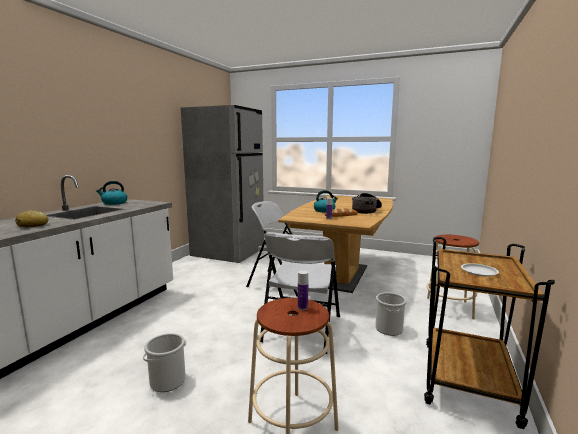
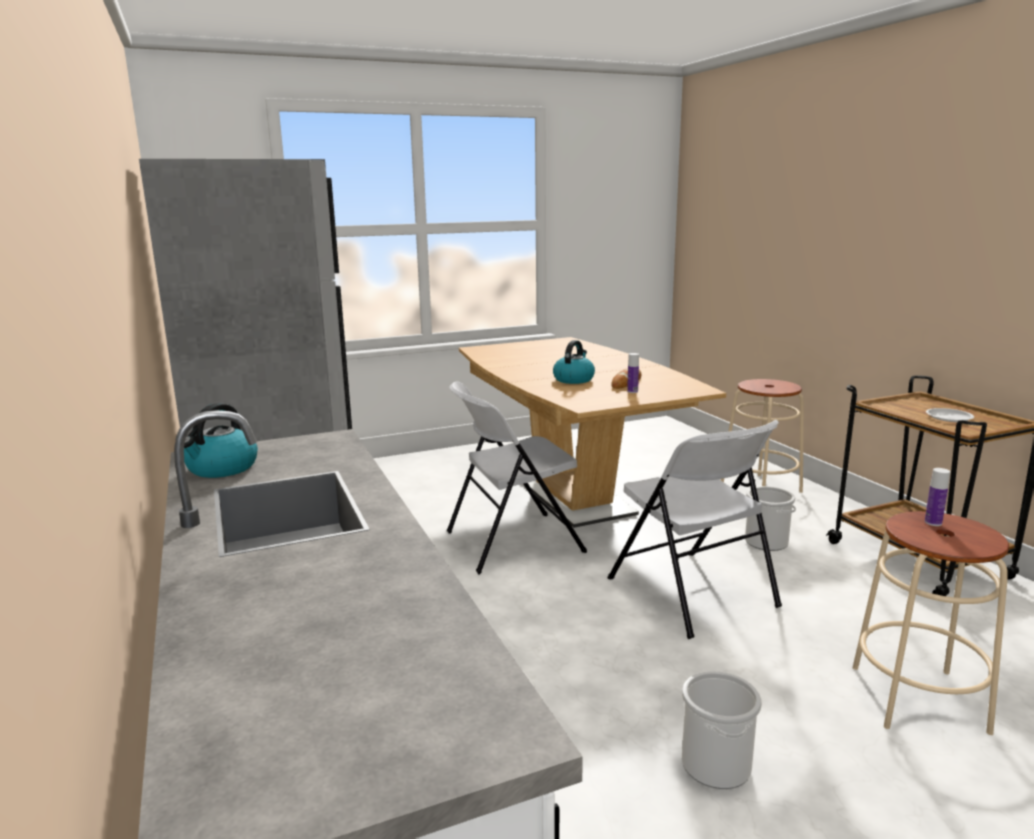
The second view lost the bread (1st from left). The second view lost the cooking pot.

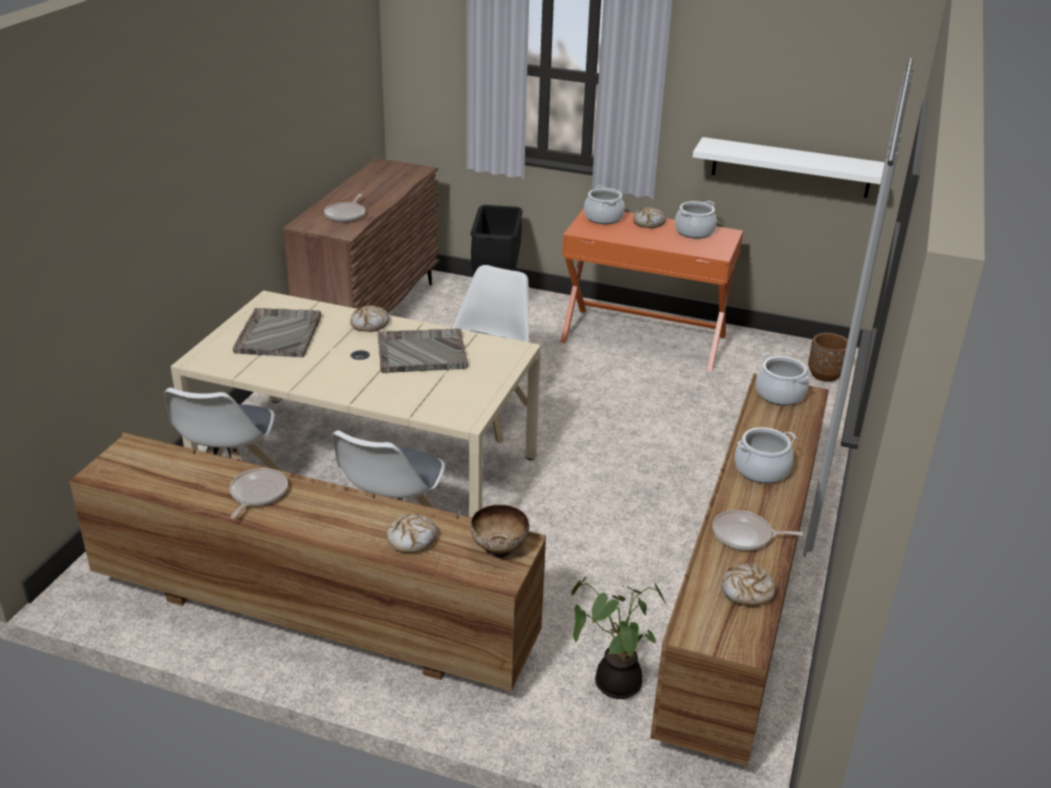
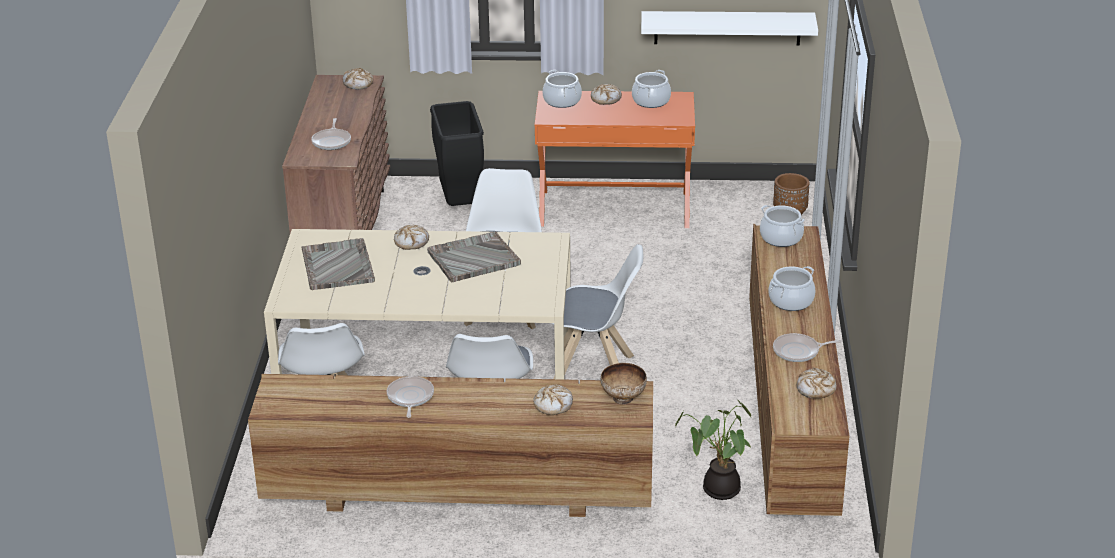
The second view gained the bread (1st from left). The second view gained the chair (4th from left).

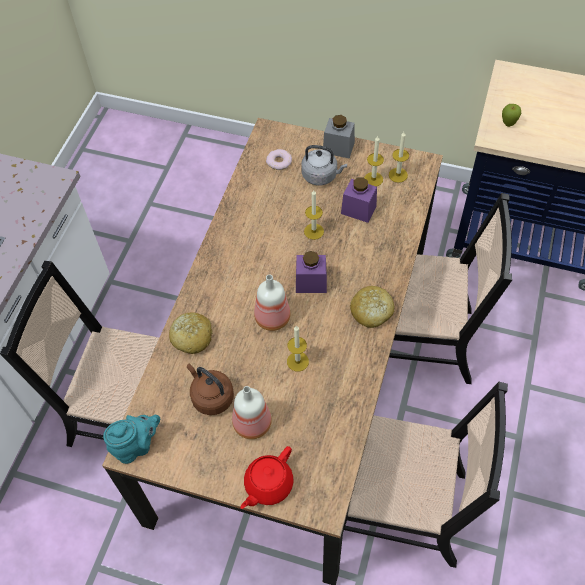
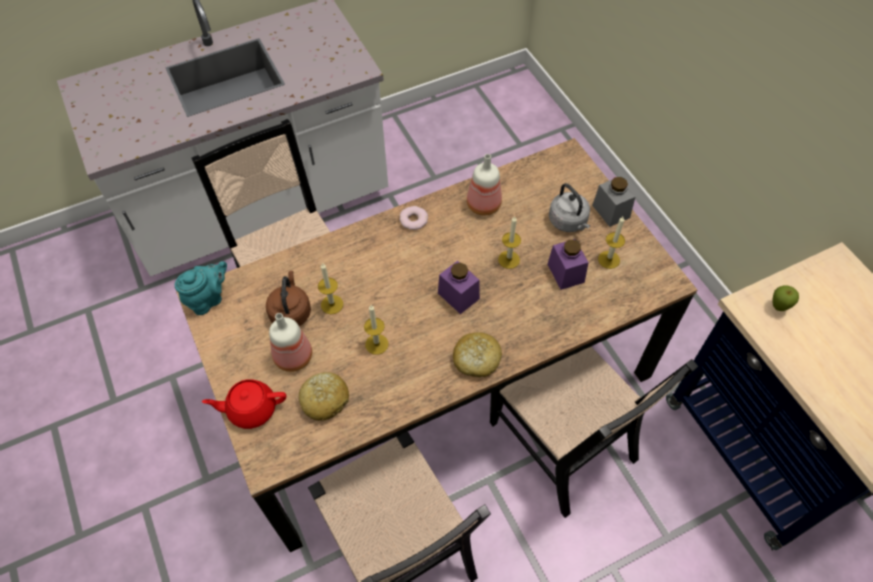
The turquoise teapot ended up facing another way, 60 degrees counterclockwise from before. The bread (1st from left) ended up elsewhere. The candle (4th from left in the first image) ended up elsewhere. The donut ended up elsewhere. The bottle (2nd from left) ended up elsewhere.

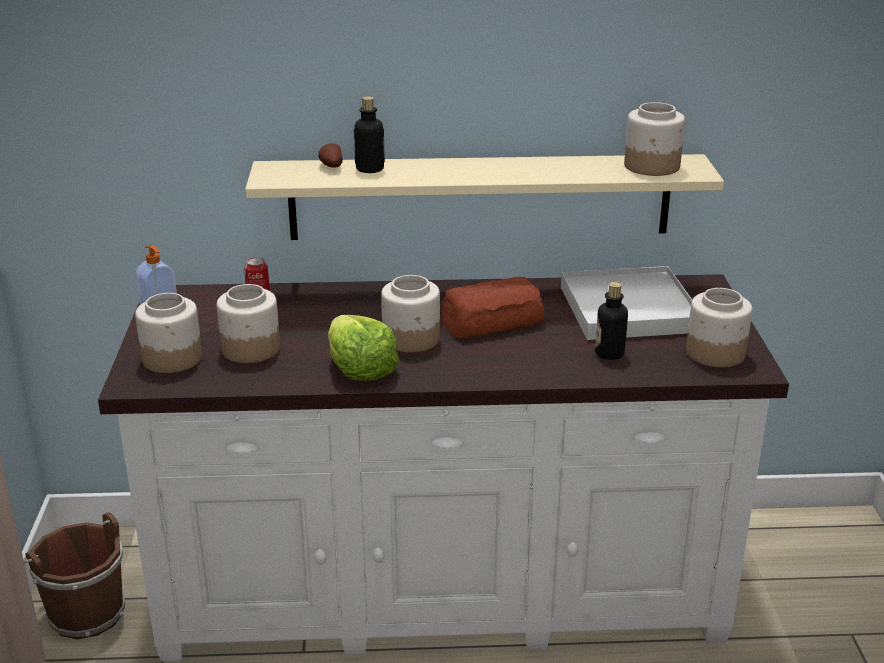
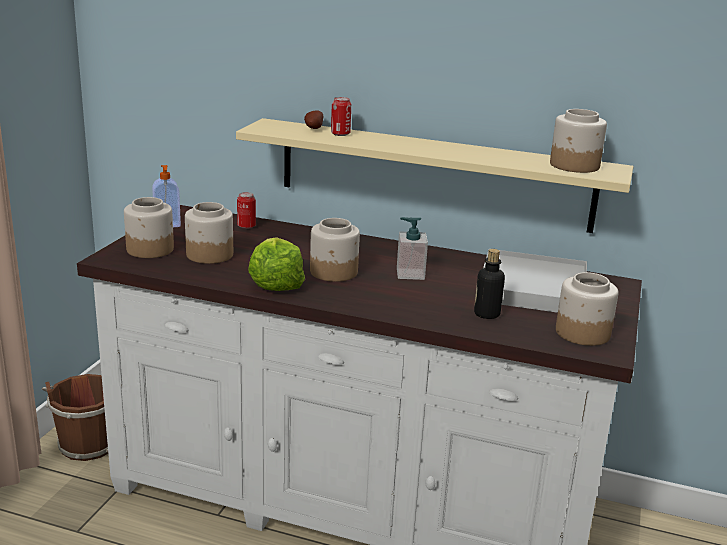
Where the bottle (1st from left) stood, the can (2nd from left) came to stand. Where the bread stood, the soap dispenser (2nd from left) came to stand.

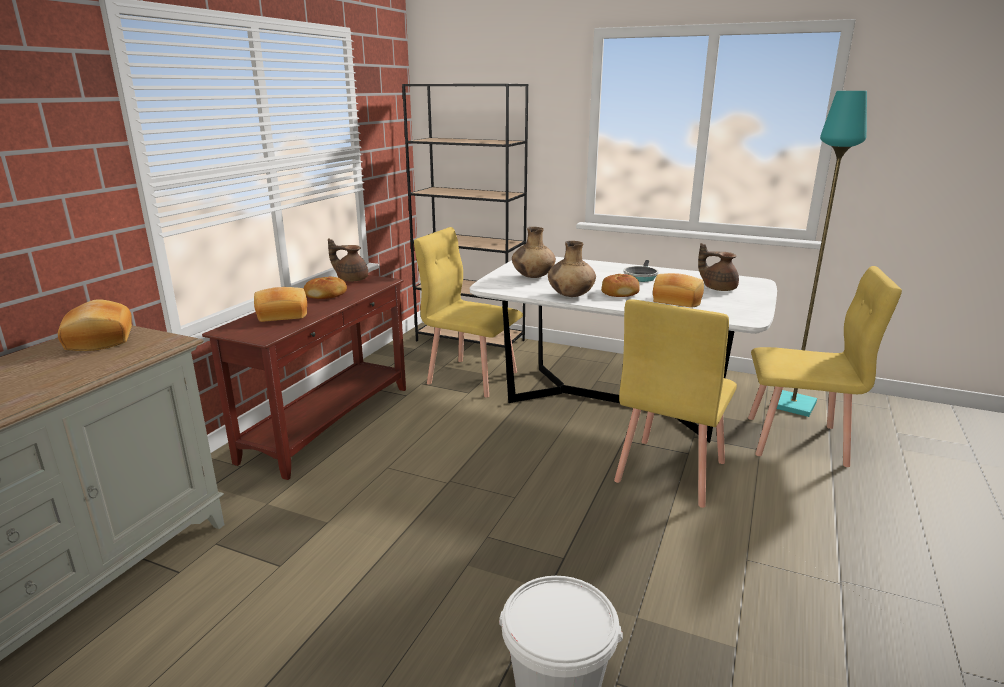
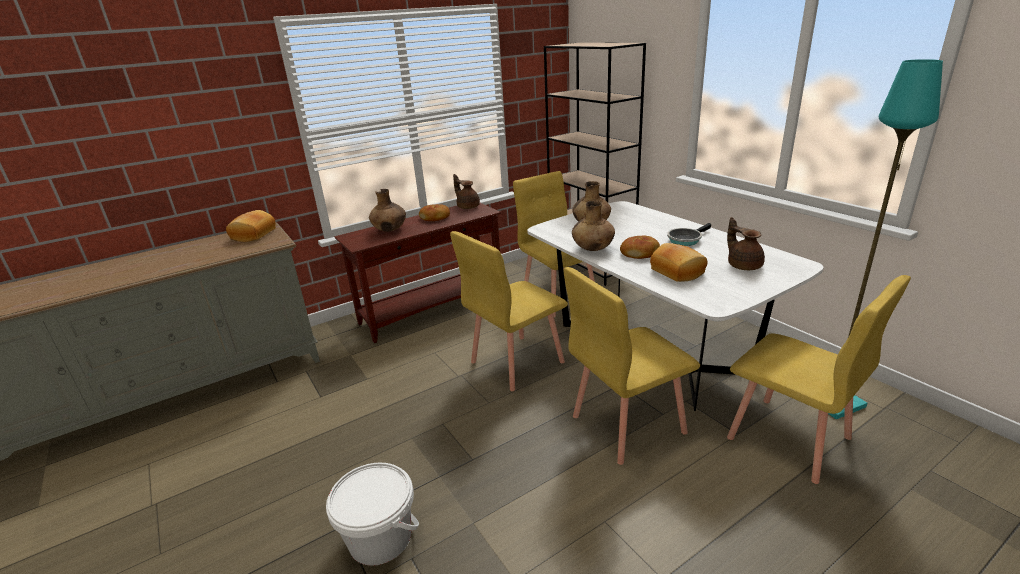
Where the bread (2nd from left) stood, the brown vase (1st from left) came to stand. The second view gained the yellow chair (1st from left).

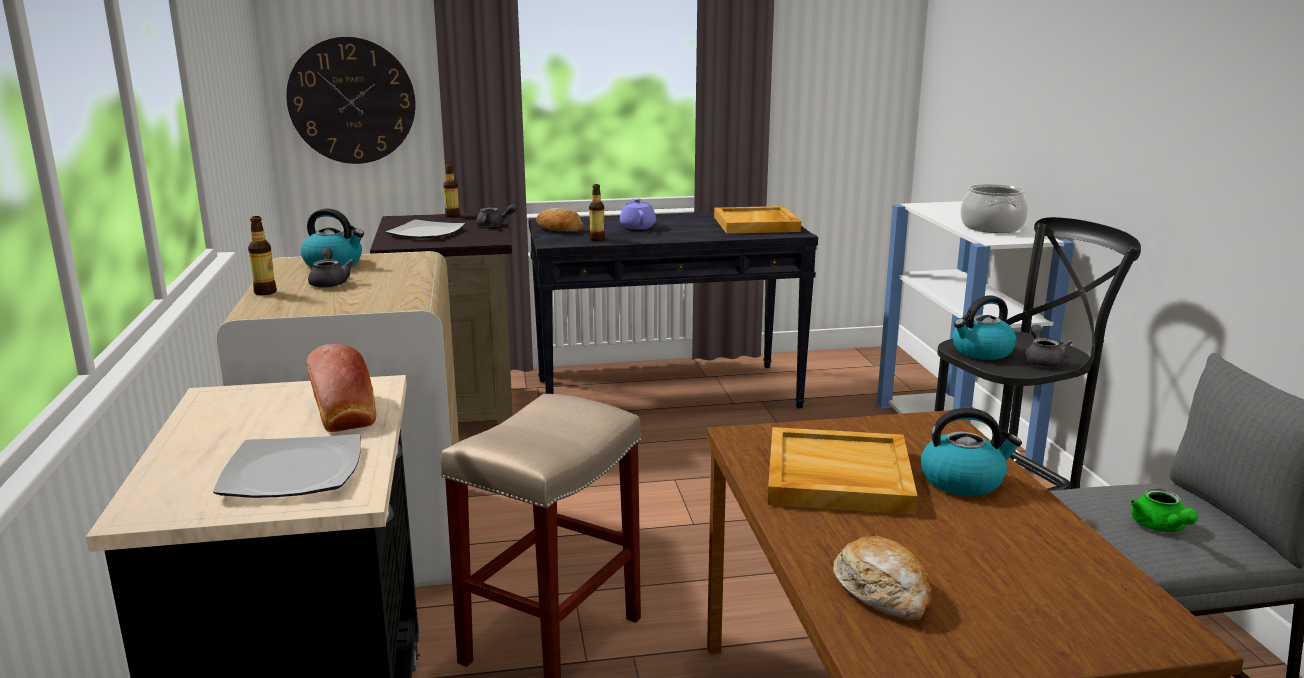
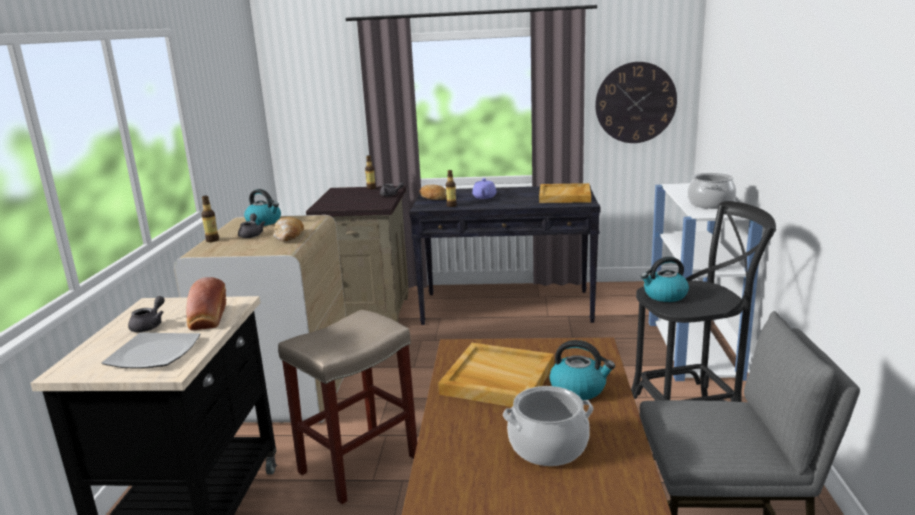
The grey teapot (3rd from left in the first image) ended up elsewhere. The bread (3rd from left in the first image) ended up elsewhere. The second view gained the cooking pot (1st from left). The wall clock ended up elsewhere. The second view lost the plate (2nd from left). The second view lost the green teapot.

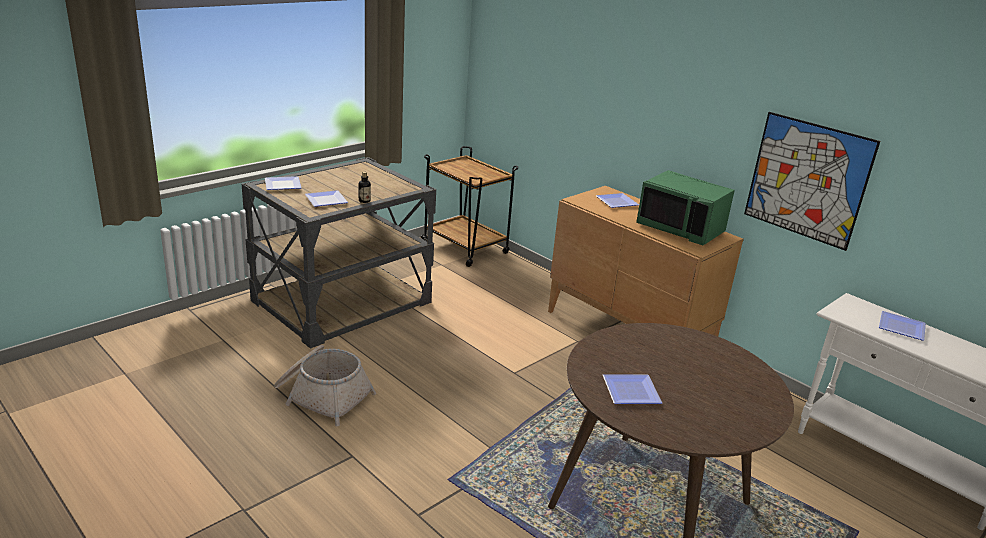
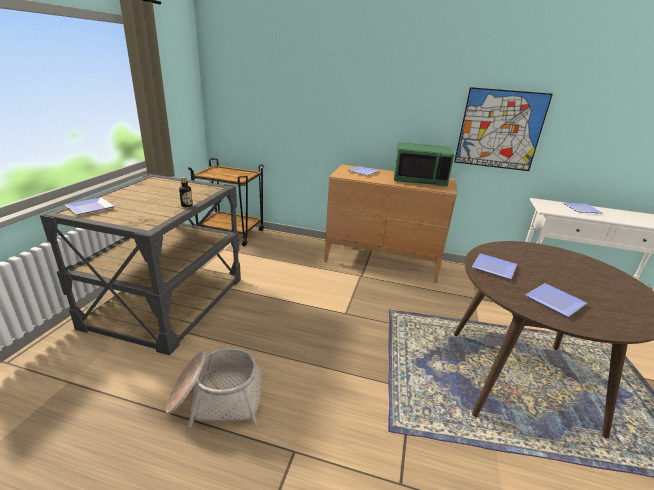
The plate (2nd from left in the first image) ended up elsewhere.

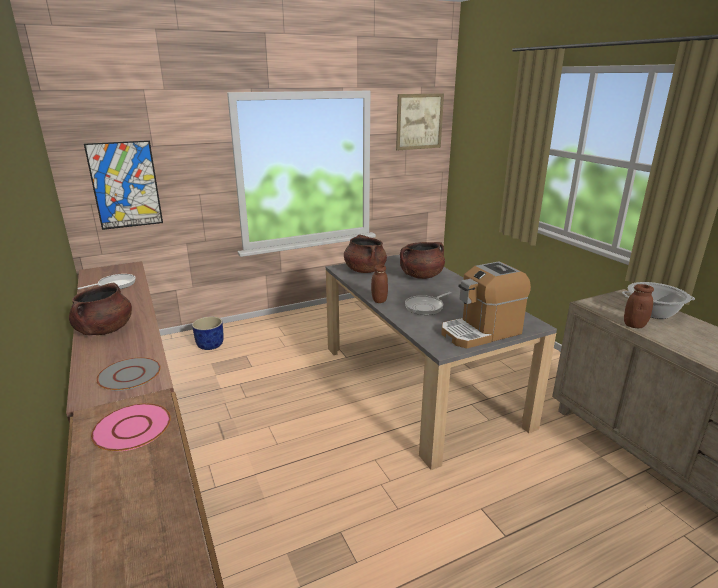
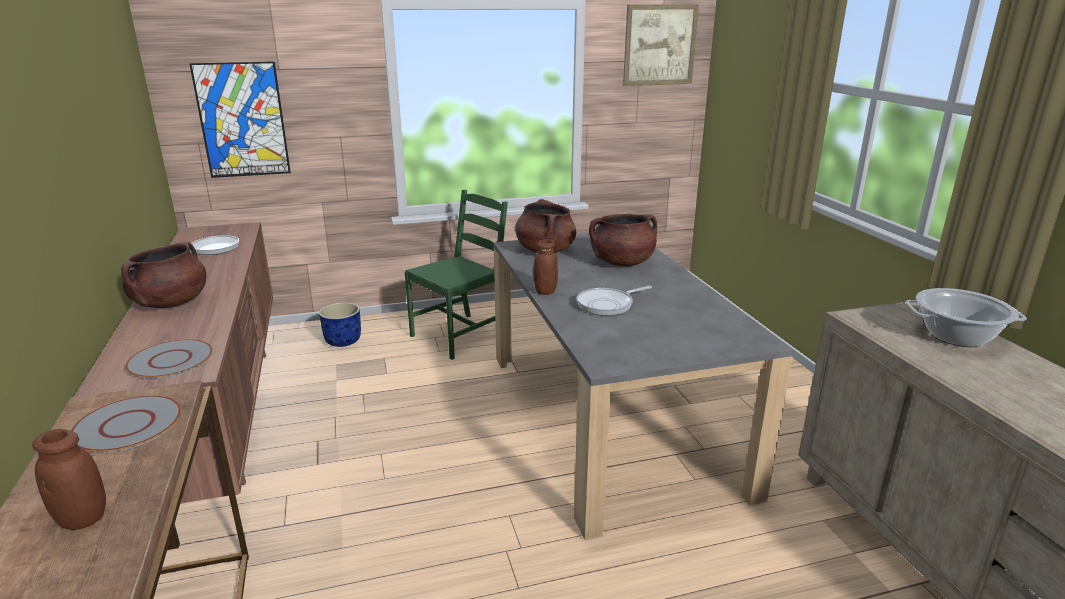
The brown jar (2nd from left in the first image) ended up elsewhere. What was the pink plate turned into the grey plate (1st from left). The second view gained the green chair. The second view lost the coffee machine.

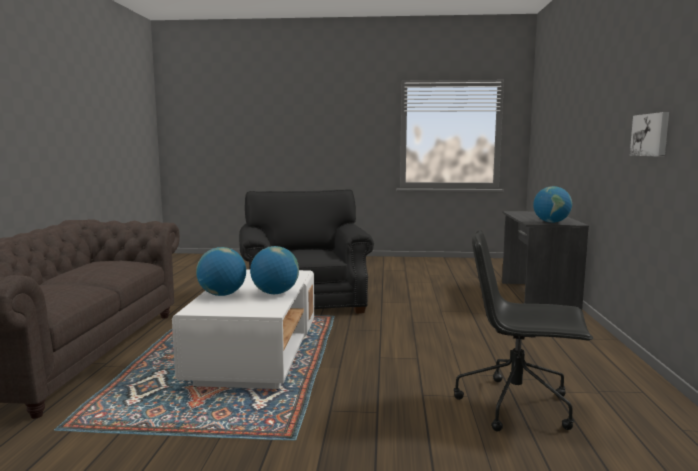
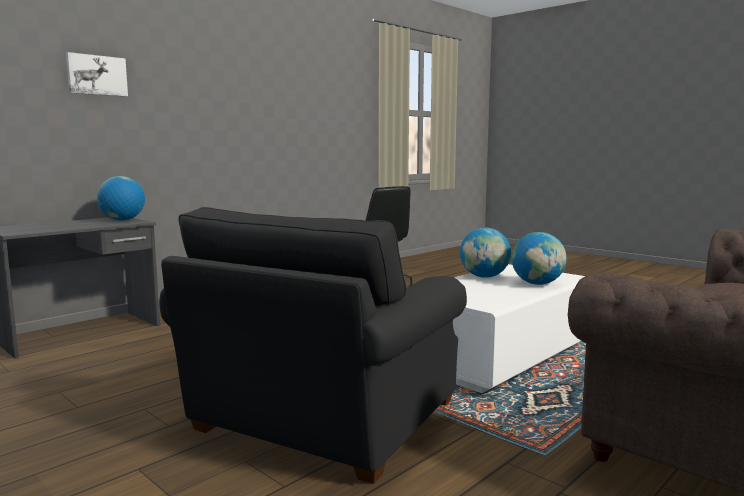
The picture ended up elsewhere.

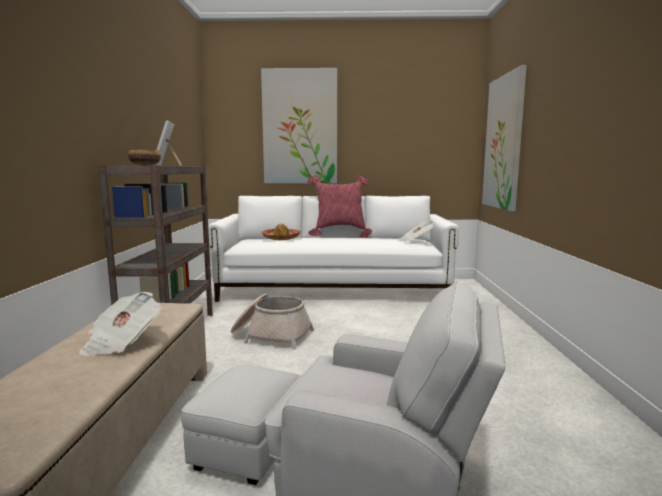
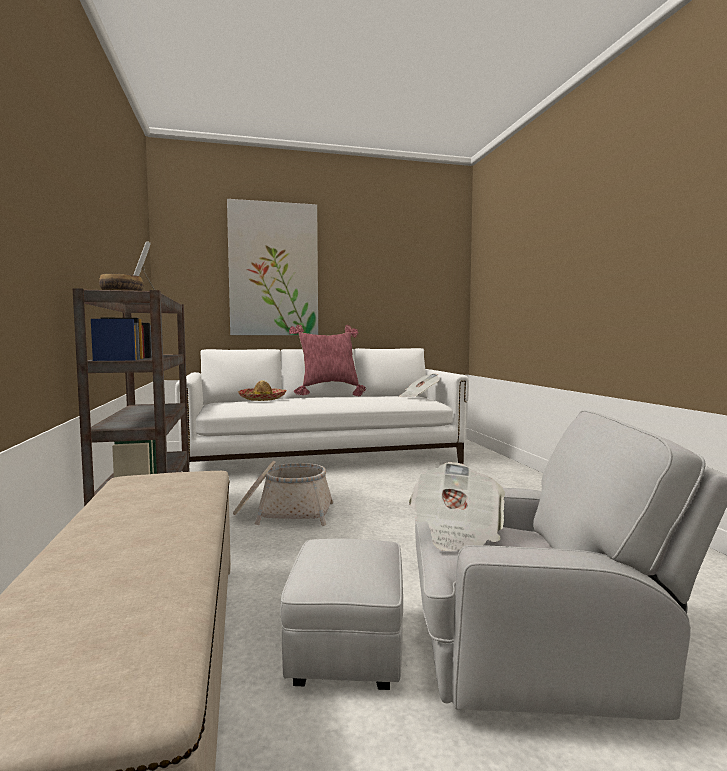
The newspaper (1st from left in the first image) ended up elsewhere. The second view lost the picture (2nd from left).

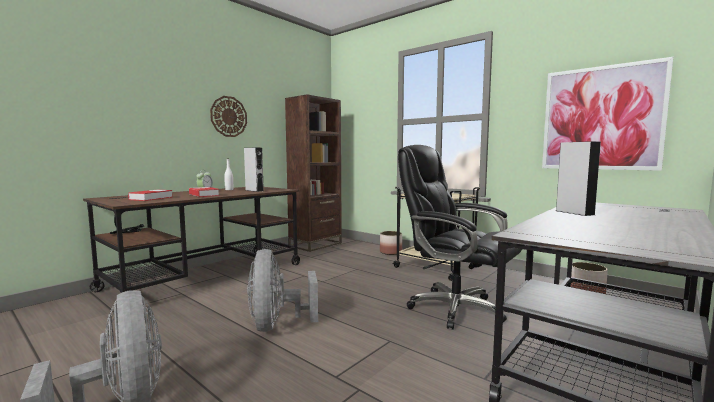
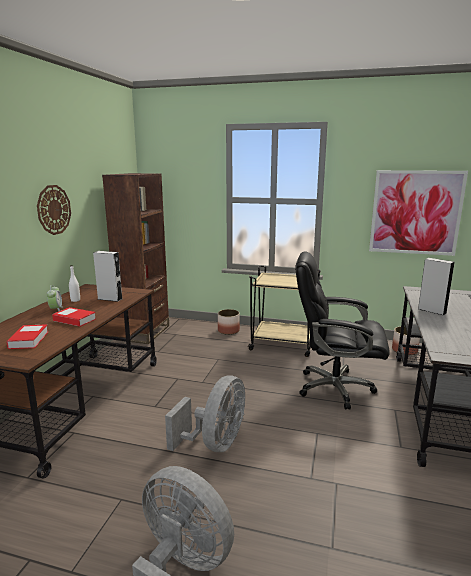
The grey fan (2nd from left) ended up facing another way, 120 degrees counterclockwise from before.

